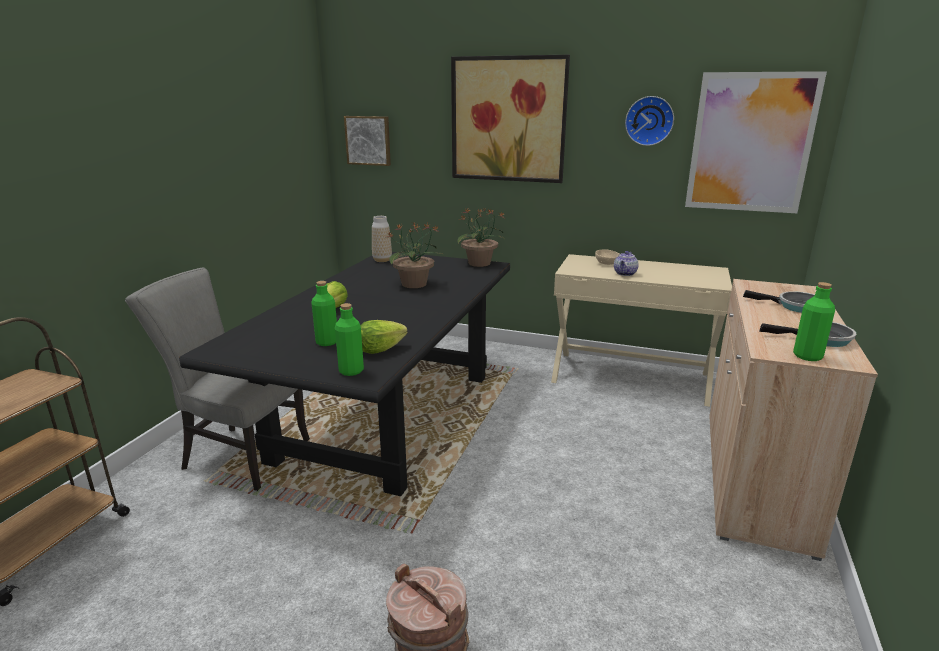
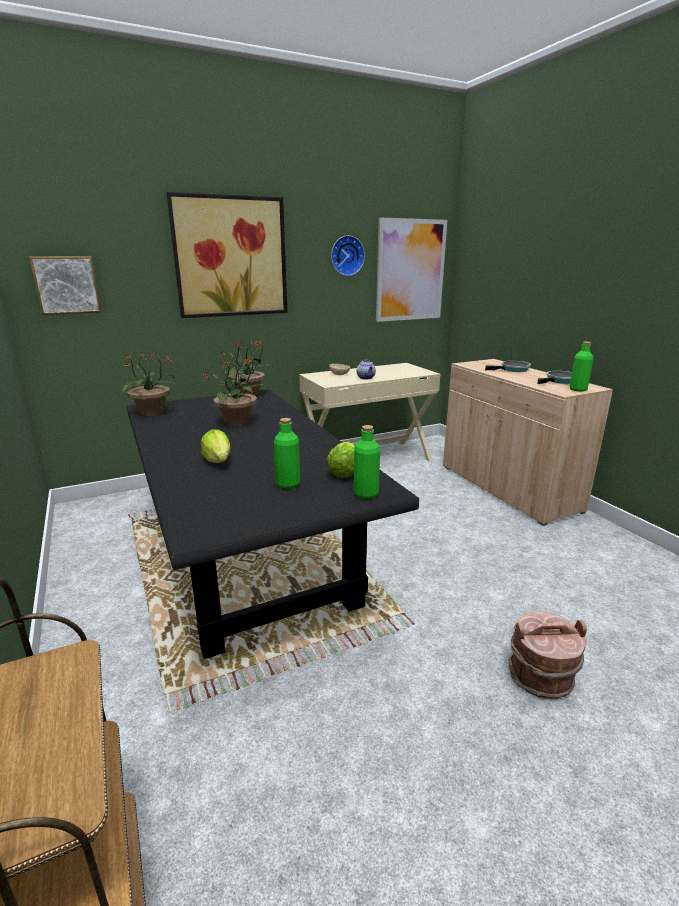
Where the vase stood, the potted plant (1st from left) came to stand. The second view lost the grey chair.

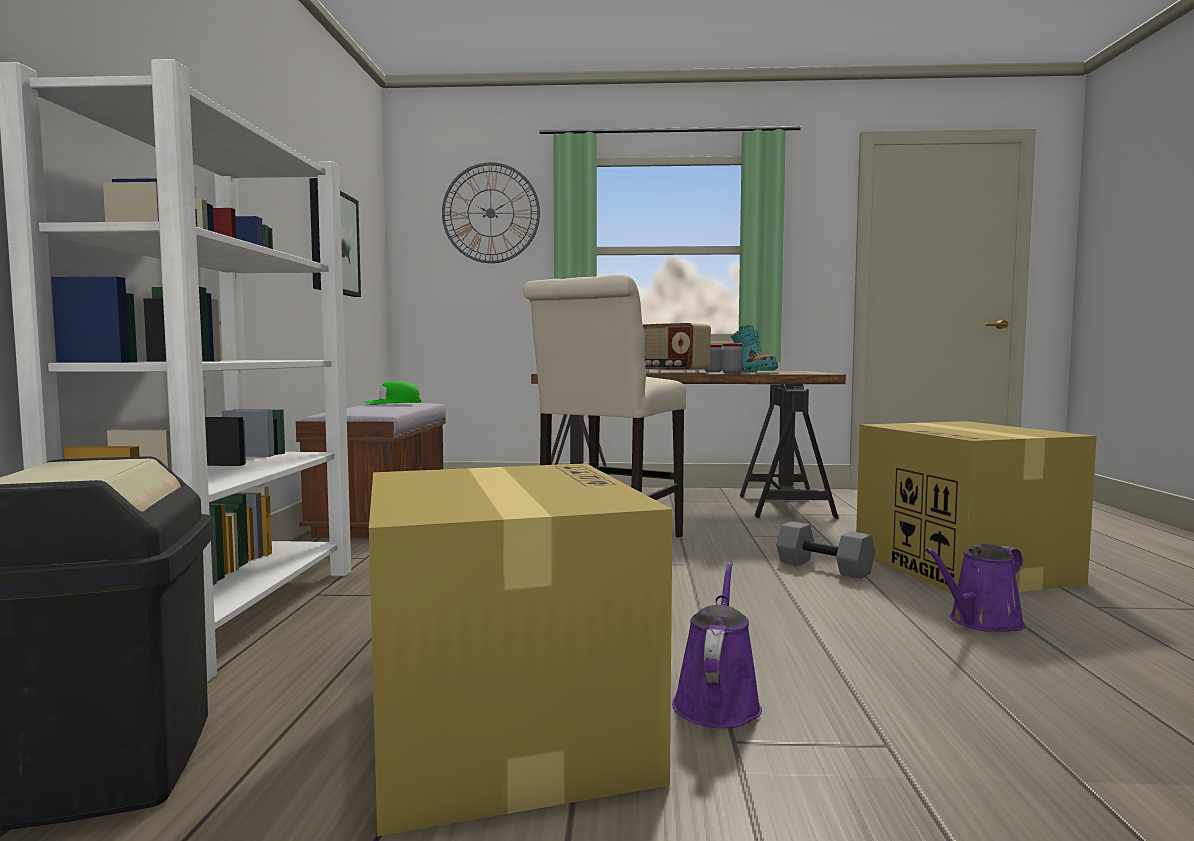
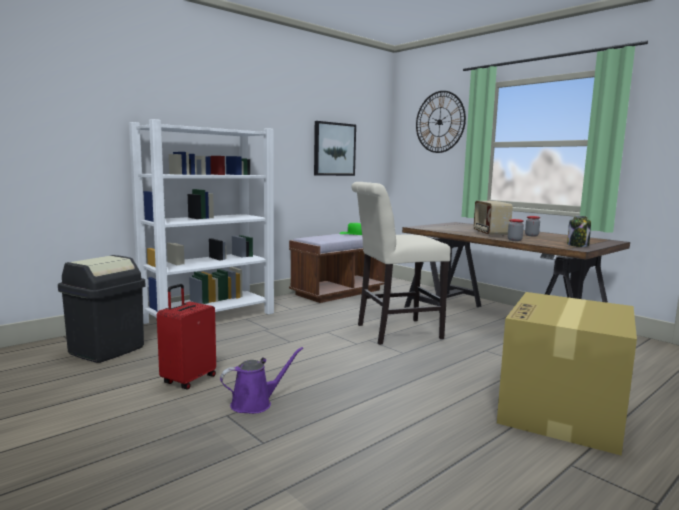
Where the cardboard box (1st from left) stood, the red suitcase came to stand. The second view gained the jar (3rd from left). The second view lost the turquoise boot. The second view lost the grey dumbbell. The second view lost the purple watering can (2nd from left).

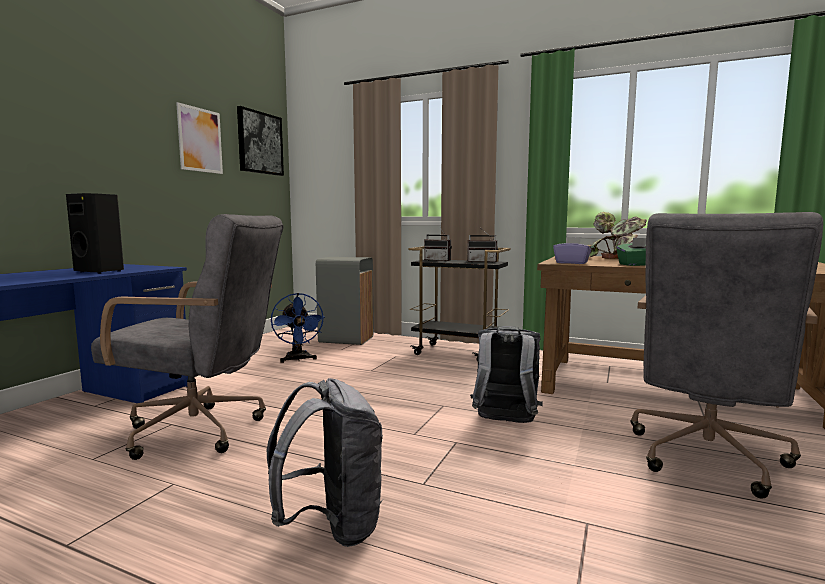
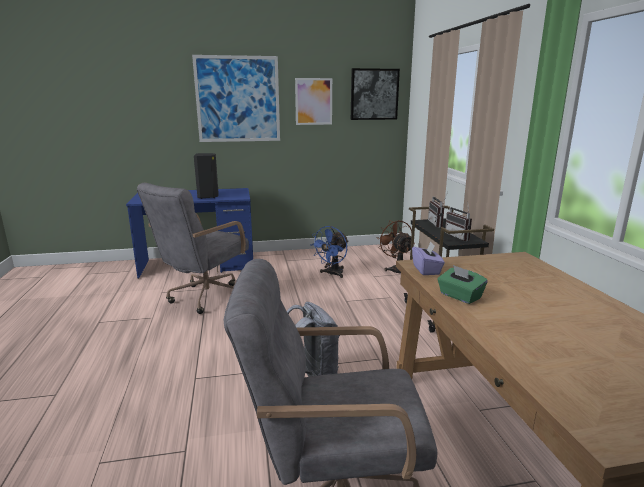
The grey office chair (1st from left) ended up facing another way, 60 degrees clockwise from before. The second view gained the picture (1st from left). Where the grey trash can stood, the brown fan came to stand. The second view lost the grey backpack (1st from left). The second view lost the potted plant.

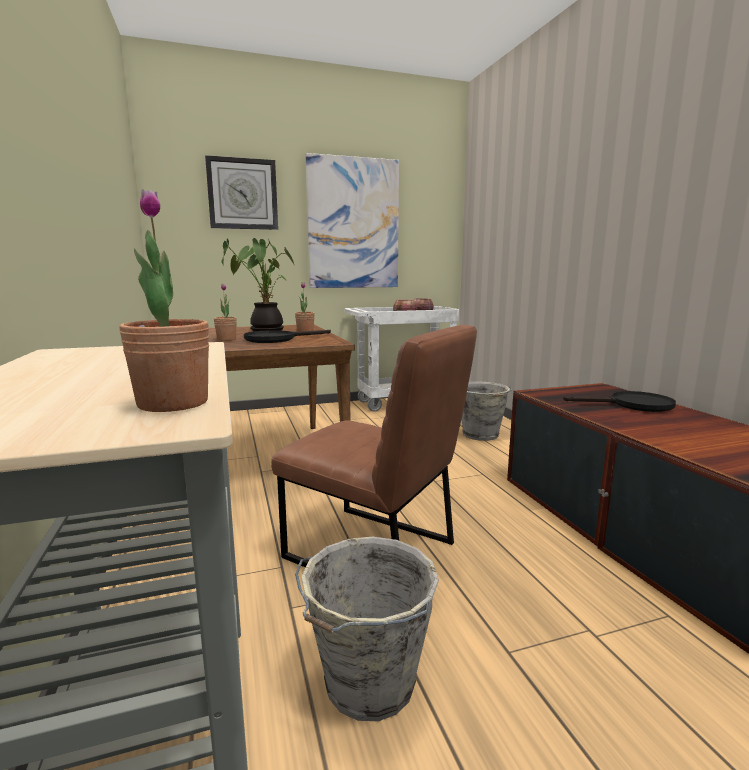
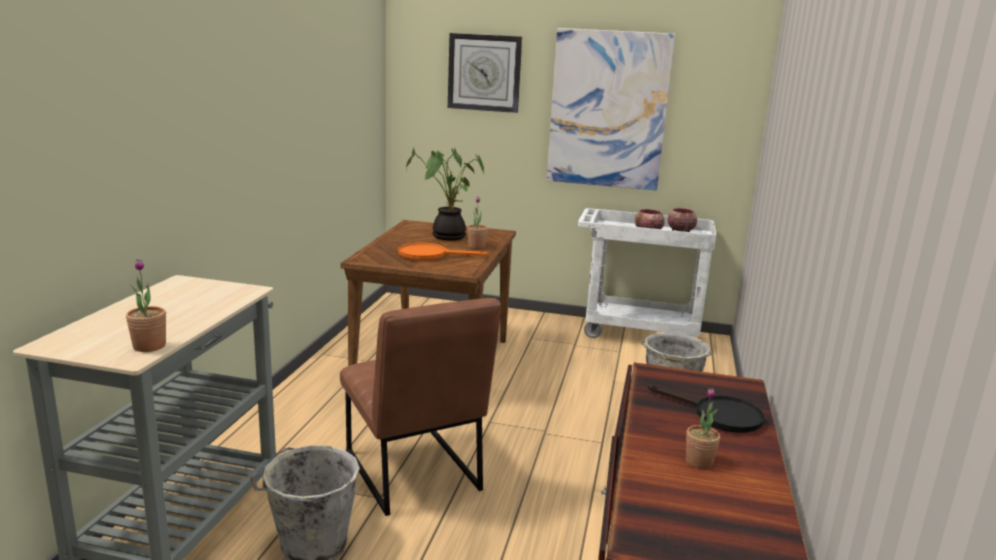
What was the black frying pan (1st from left) turned into the orange frying pan. The potted plant (2nd from left in the first image) ended up elsewhere.

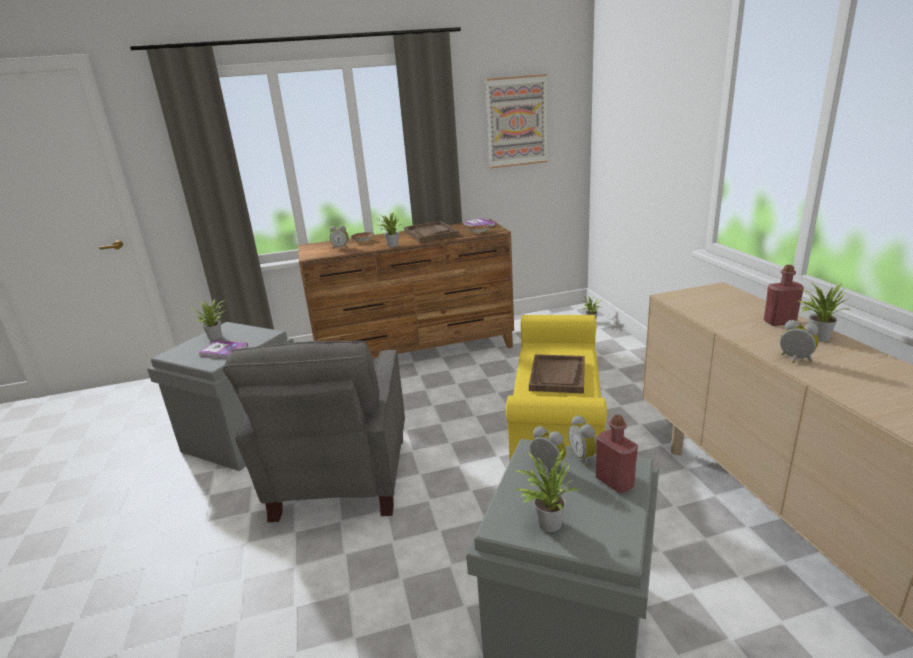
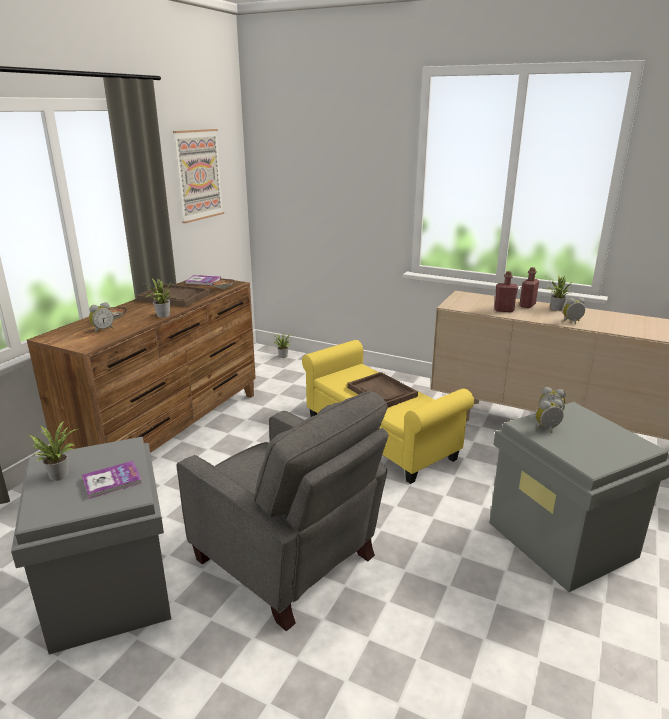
The red bottle (1st from left) ended up elsewhere. The second view lost the potted plant (3rd from left).

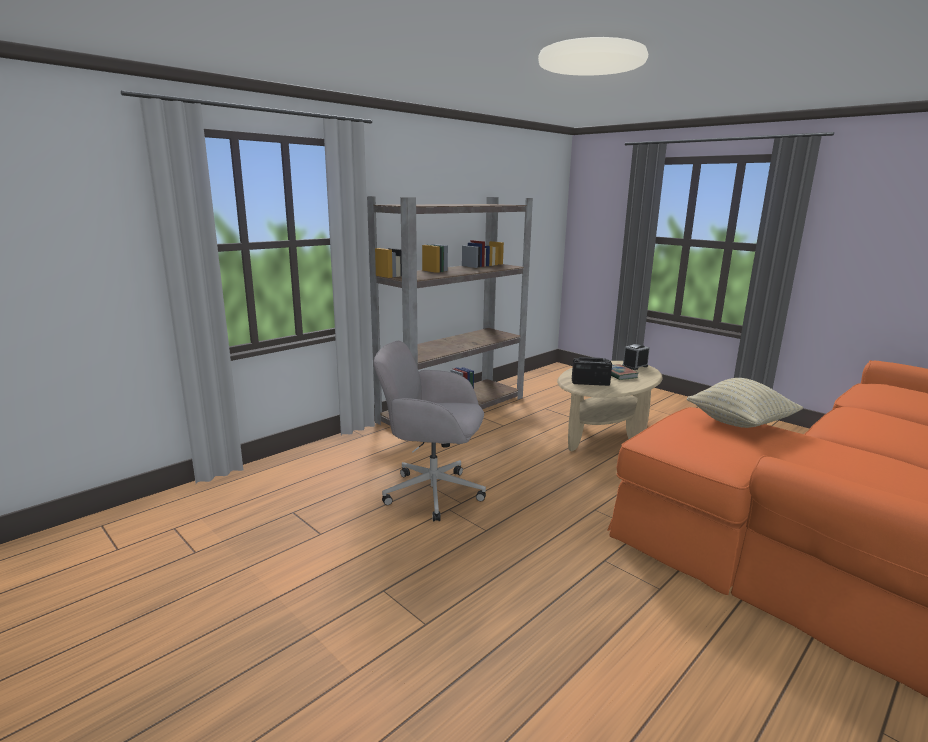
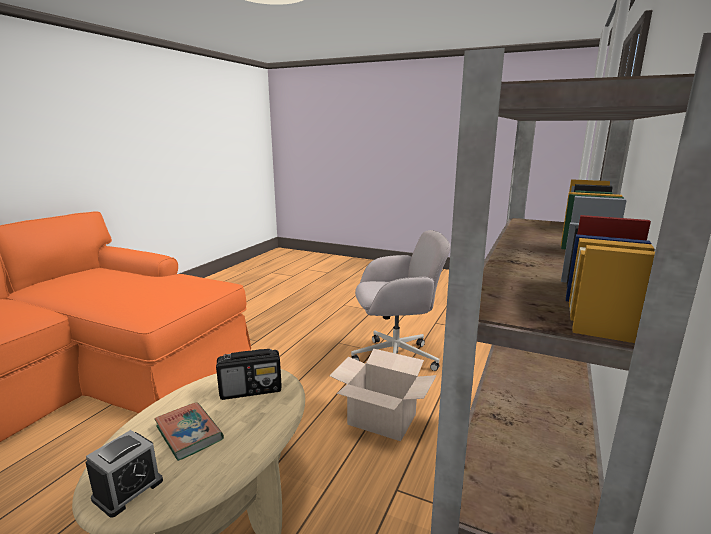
The second view gained the cardboard box. The second view lost the beige pillow.

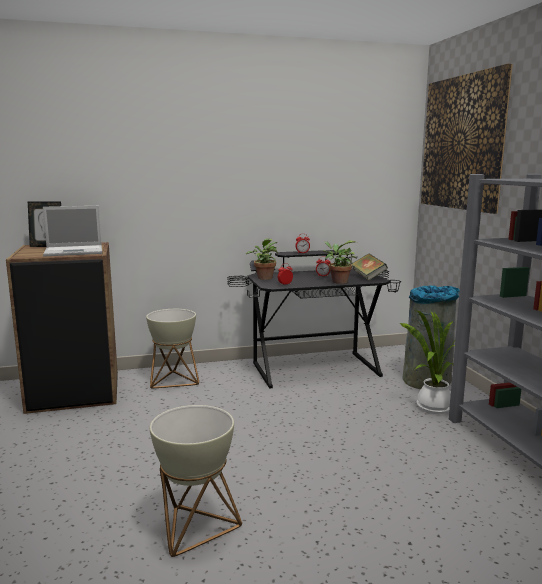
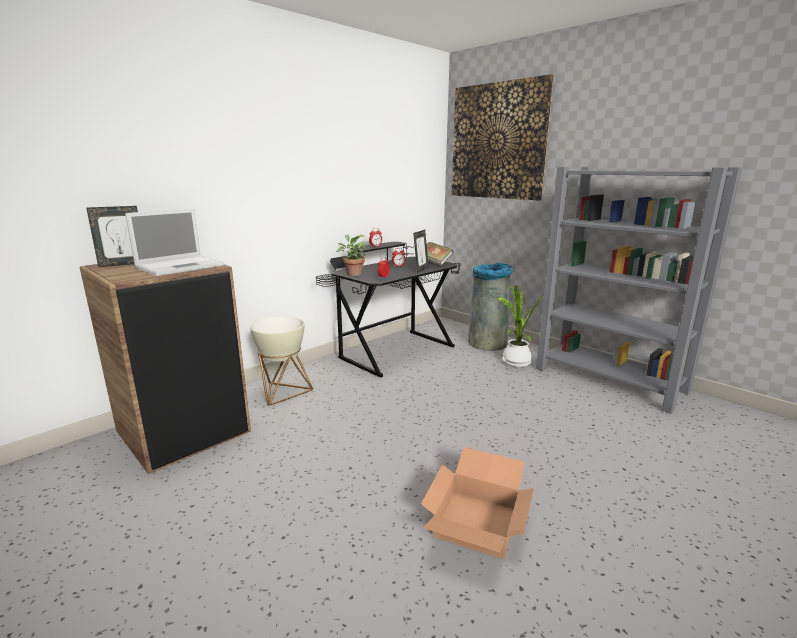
Where the potted plant (2nd from left) stood, the picture frame (2nd from left) came to stand. Where the planter (2nd from left) stood, the cardboard box came to stand.

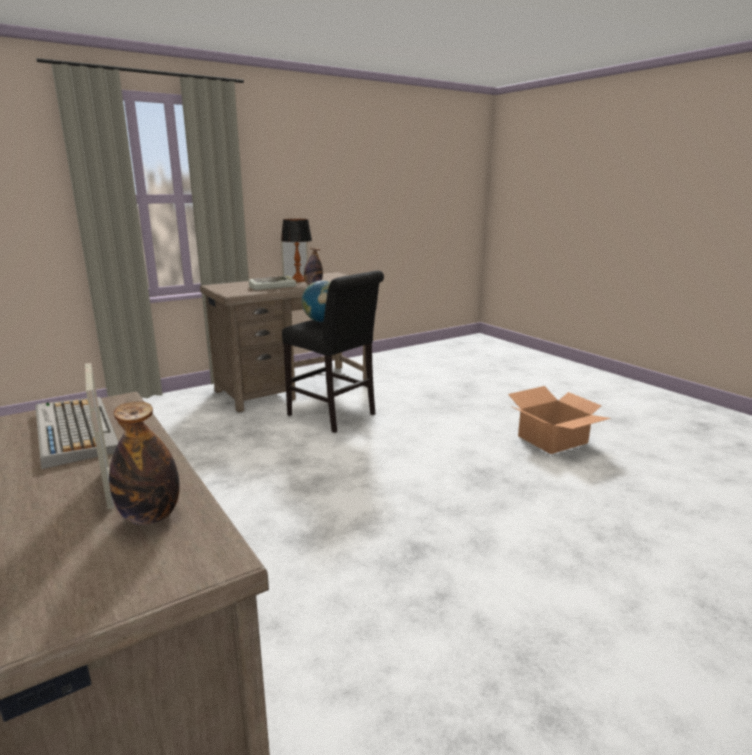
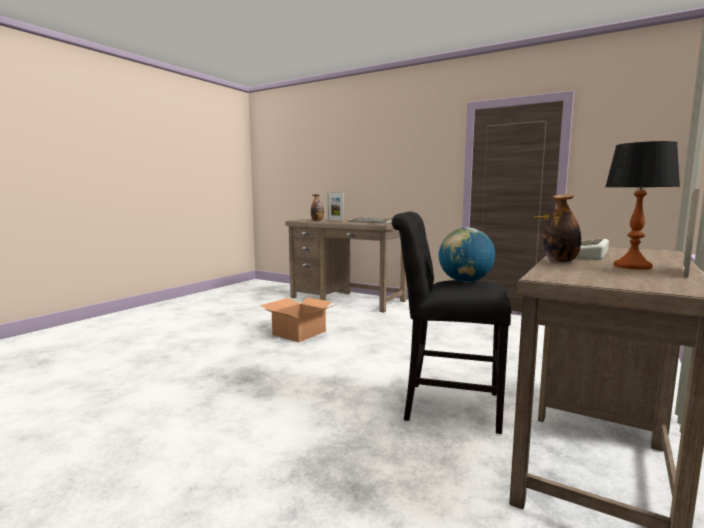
The cardboard box ended up elsewhere.

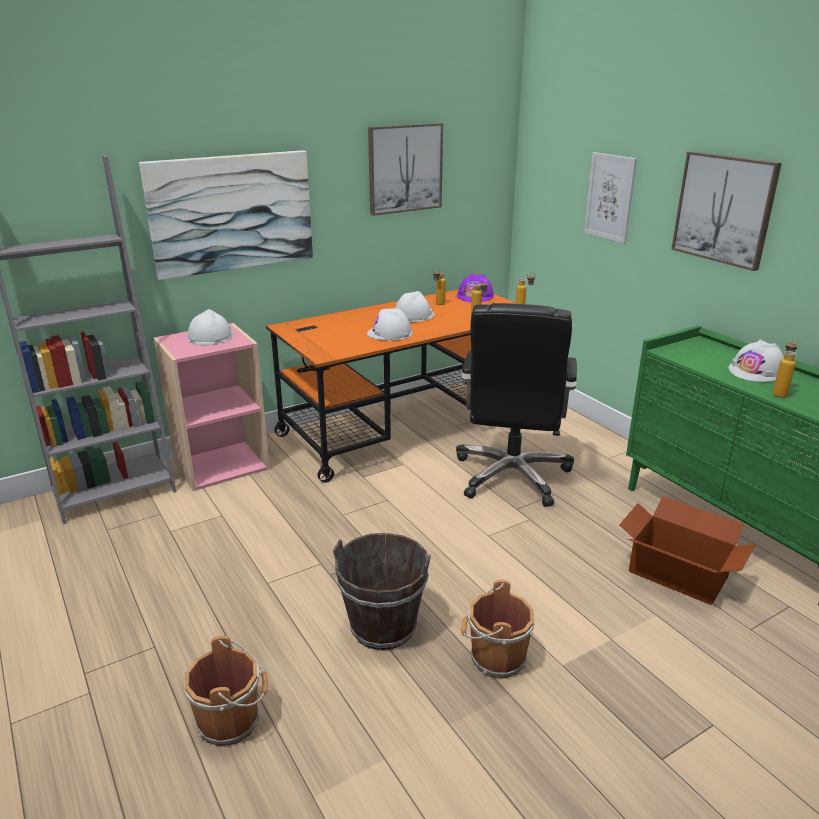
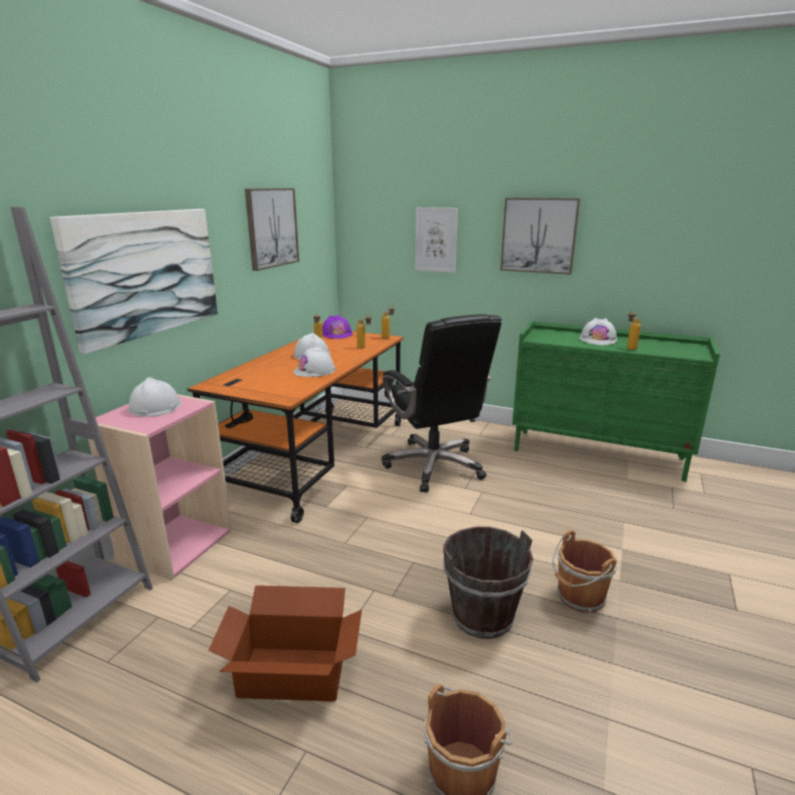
The cardboard box ended up elsewhere.

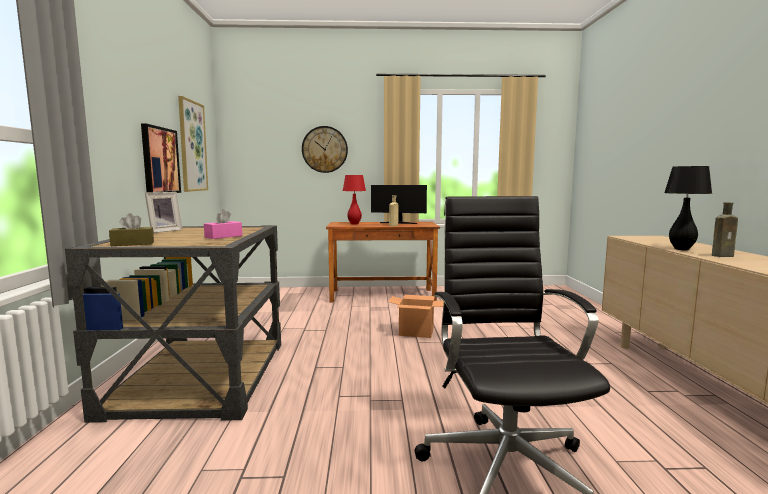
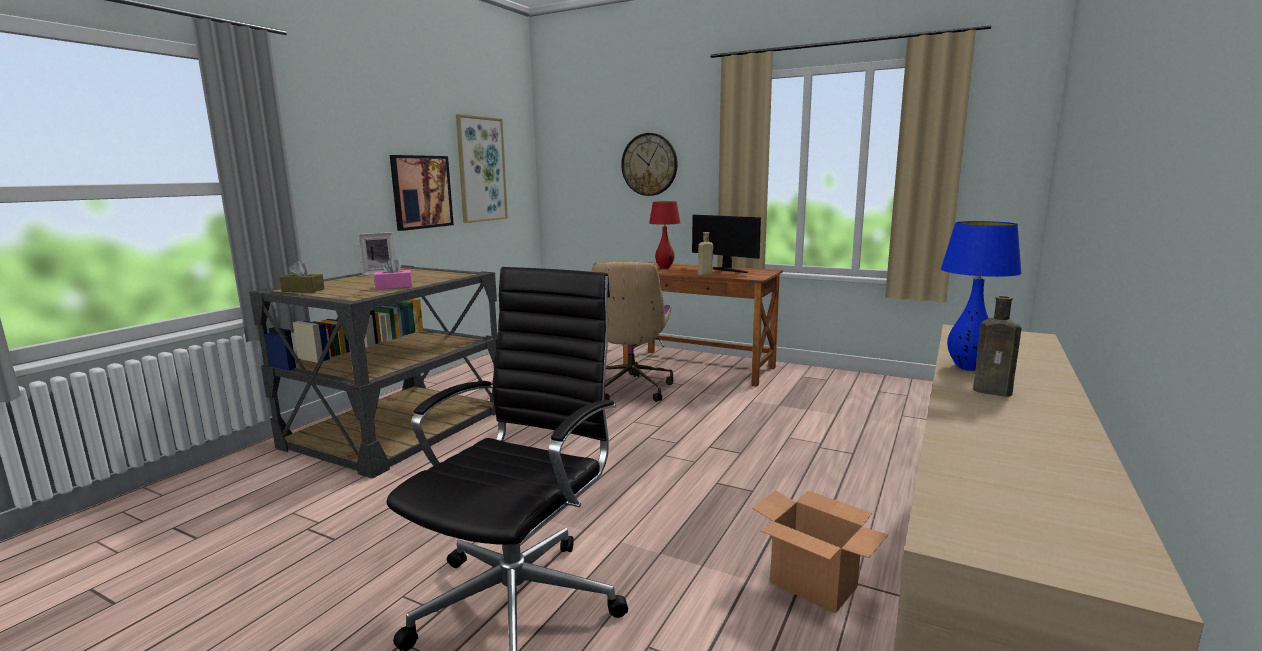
The second view gained the purple office chair. The cardboard box ended up elsewhere. What was the black table lamp turned into the blue table lamp.

